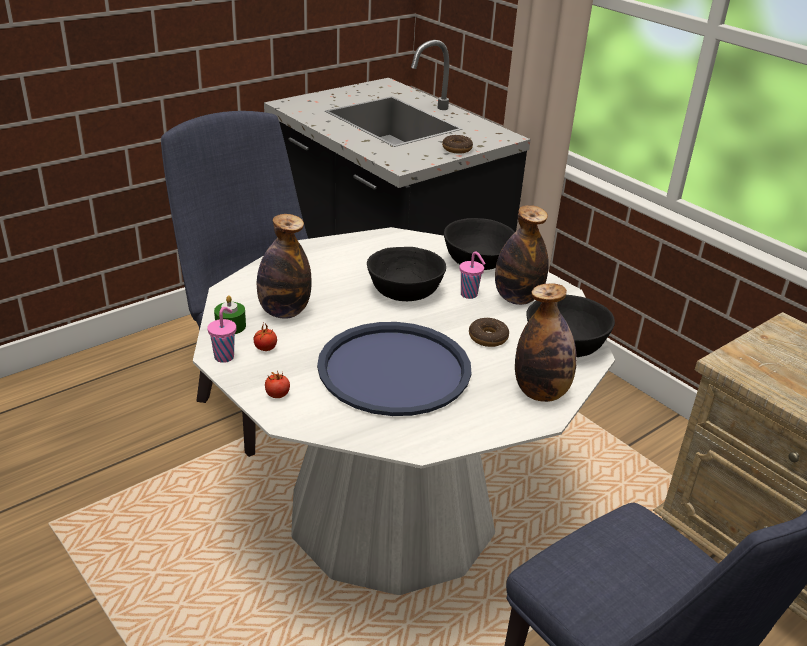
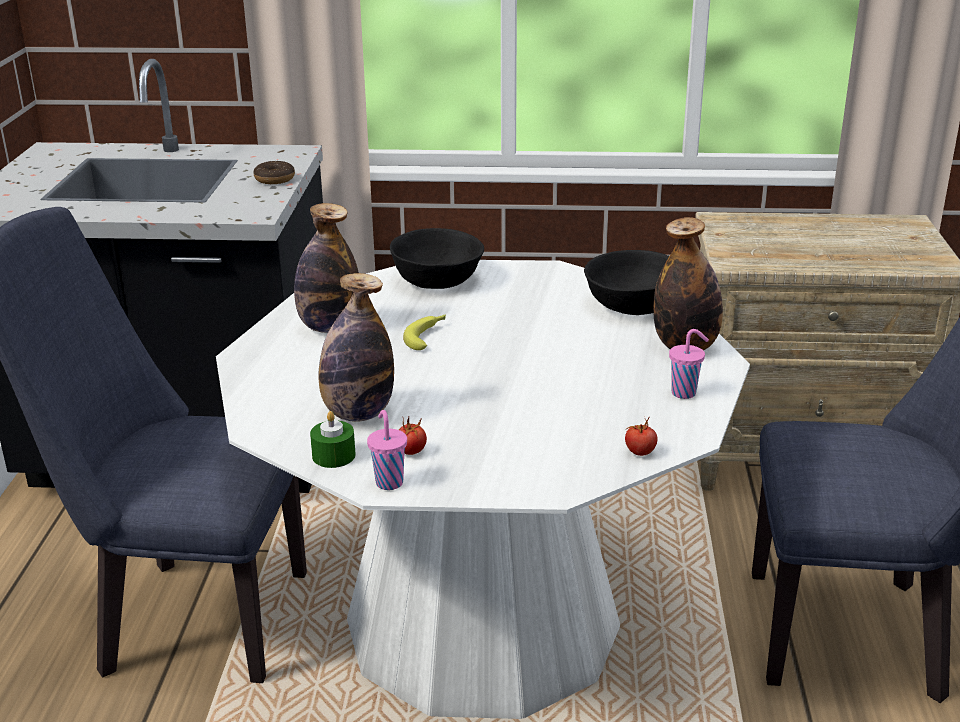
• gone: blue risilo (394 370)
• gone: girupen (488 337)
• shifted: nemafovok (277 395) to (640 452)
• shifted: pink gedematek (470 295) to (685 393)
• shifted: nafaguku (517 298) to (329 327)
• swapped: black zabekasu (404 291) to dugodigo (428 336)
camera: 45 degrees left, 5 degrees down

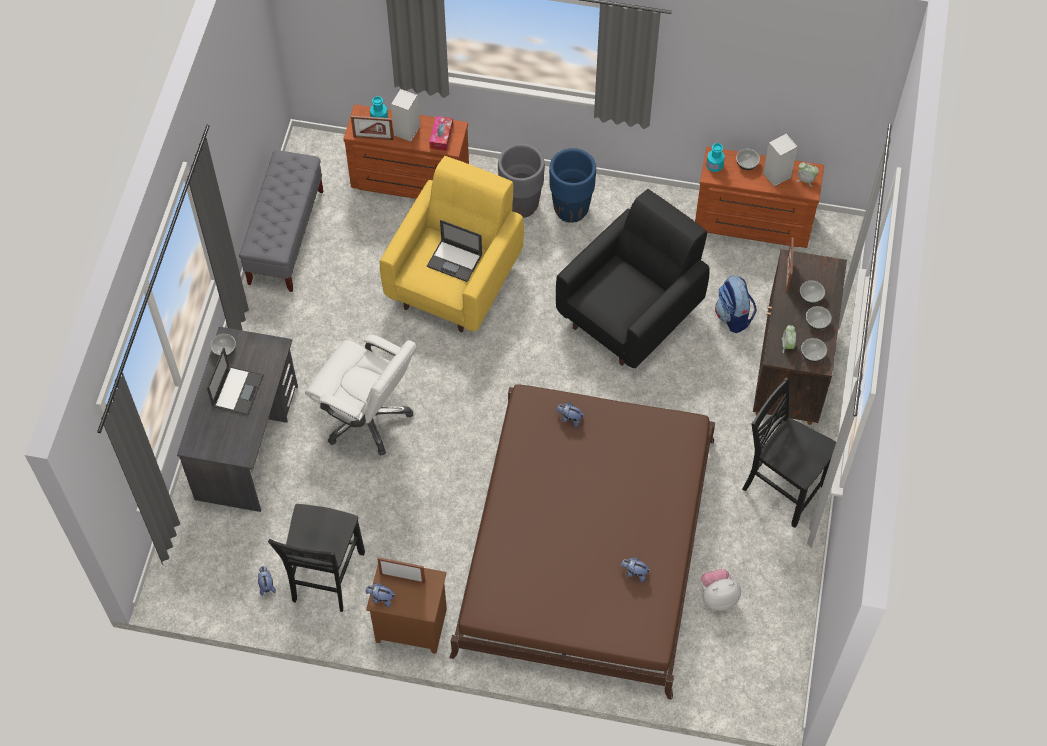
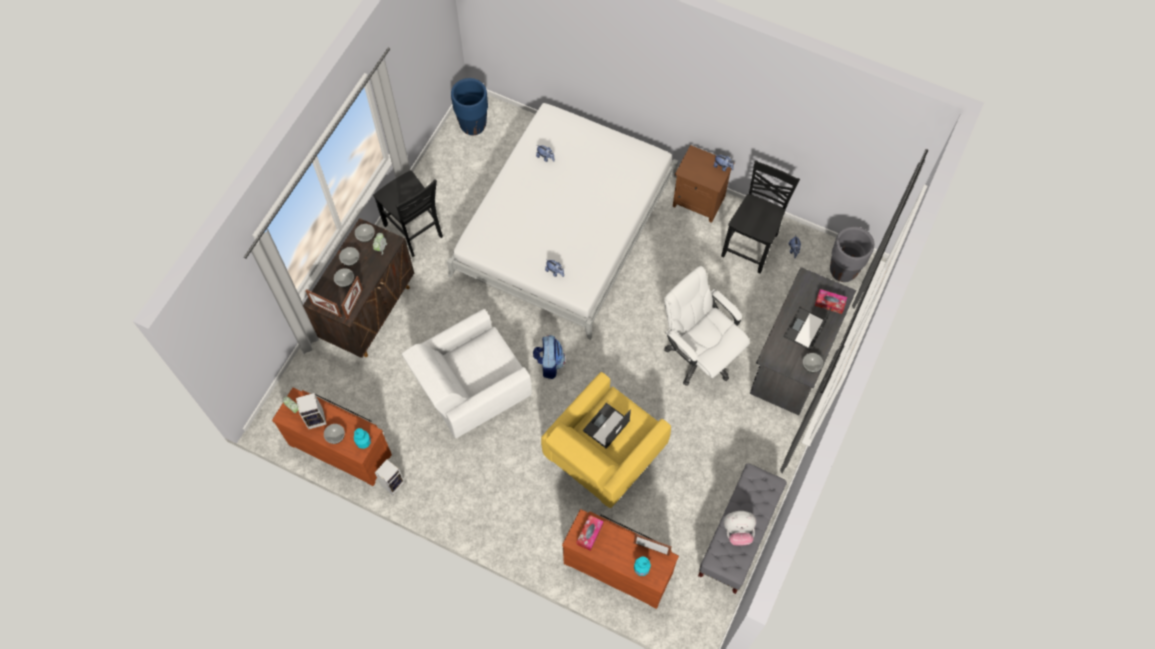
• new: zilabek (829 303)
• shifted: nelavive (402 578) to (326 309)
• shifted: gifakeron (407 132) to (393 483)
• shifted: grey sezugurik (521 205) to (843 271)
• shifted: blue sezugurik (571 210) to (473 125)
• shifted: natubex (717 597) to (738 531)
• shifted: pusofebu (733 316) to (549 363)
• repainted: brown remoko (586 545) to white remoko (564 225)
• repainted: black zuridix (631 314) to white zuridix (470 390)
• rotated: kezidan (455 261) = (606 426) 90 degrees counterclockwise
camera: 165 degrees left, 5 degrees up

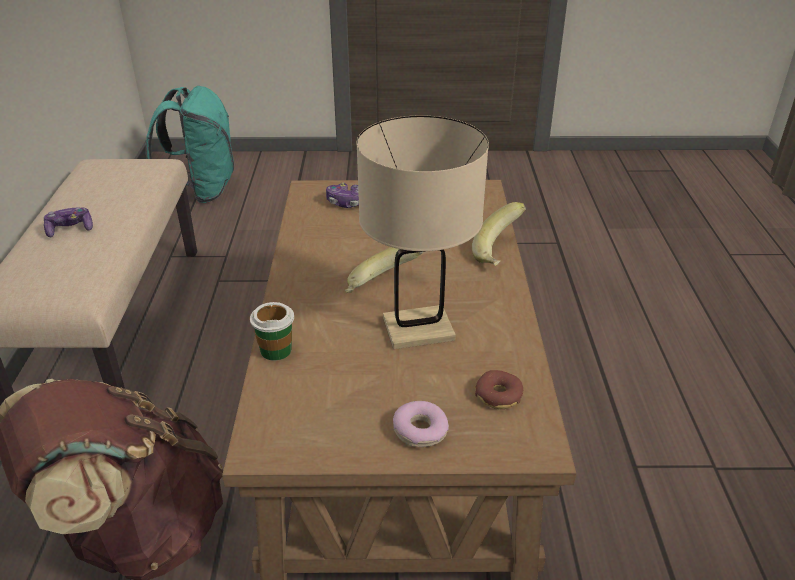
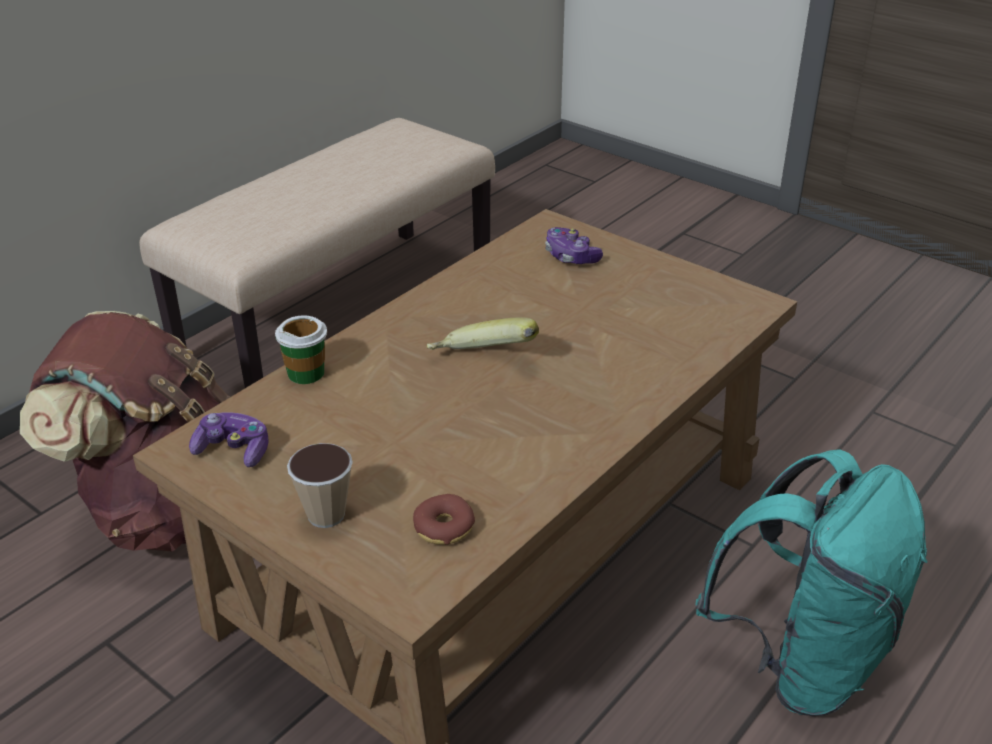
• gone: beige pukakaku (418 329)
• gone: dugodigo (501 253)
• shifted: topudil (70 229) to (233 450)
• shifted: turquoise pusofebu (202 191) to (801 661)
• swapped: girupen (420 431) to gedematek (326 515)
camera: 40 degrees right, 0 degrees up

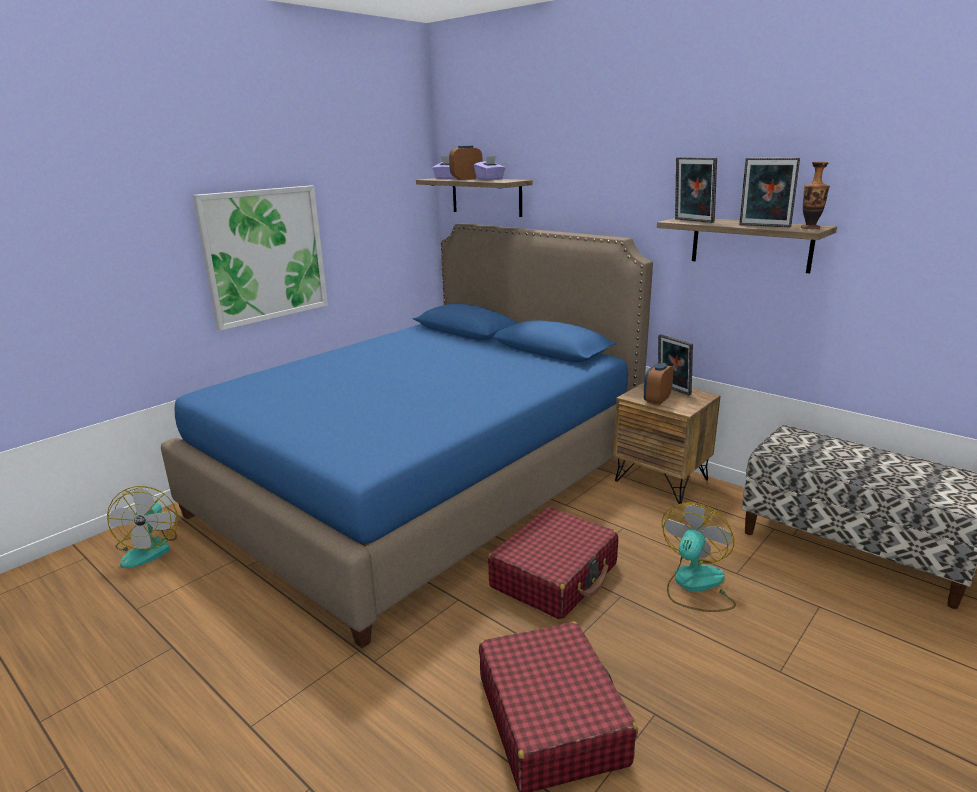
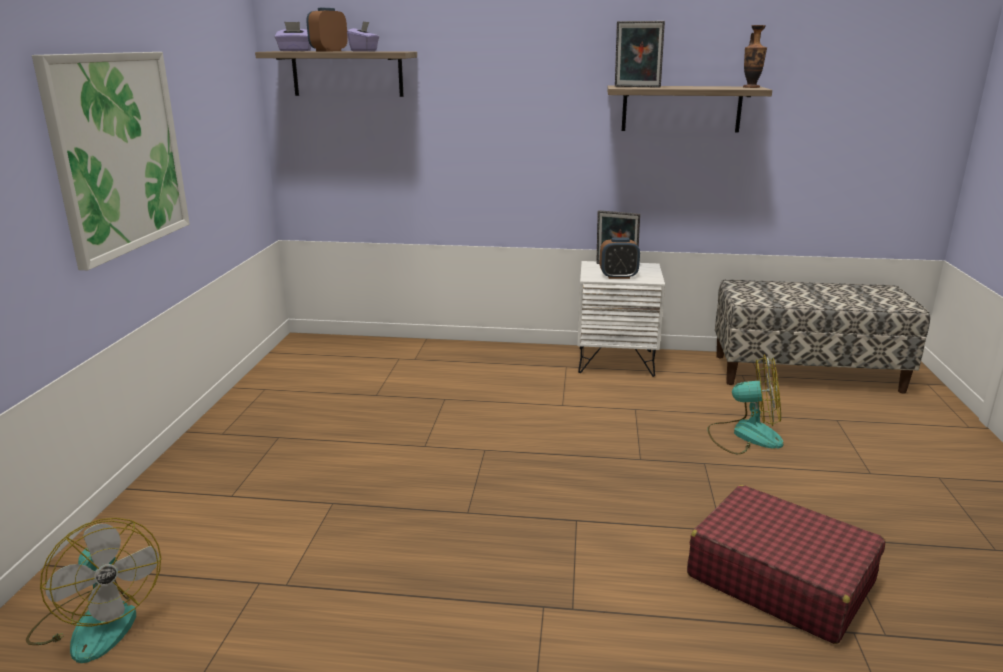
• gone: blue remoko (424 484)
• gone: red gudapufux (555 576)
• gone: nelavive (764 226)
• repainted: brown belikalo (662 480) to white belikalo (615 361)
• rotated: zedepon (657 400) = (618 276) 90 degrees counterclockwise
• rotated: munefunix (695 585) = (745 435) 105 degrees clockwise
camera: 35 degrees left, 0 degrees up

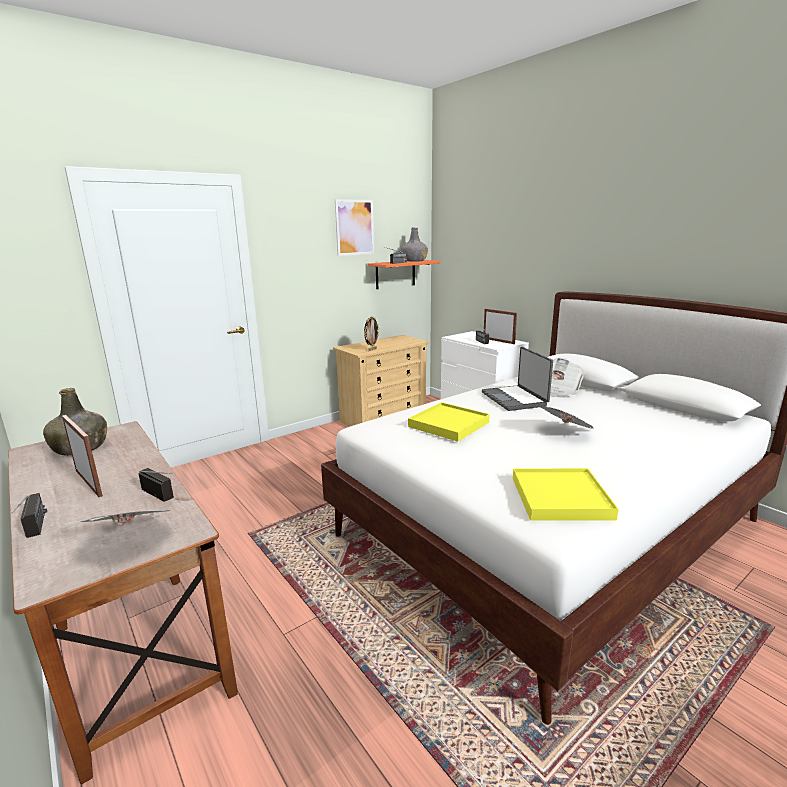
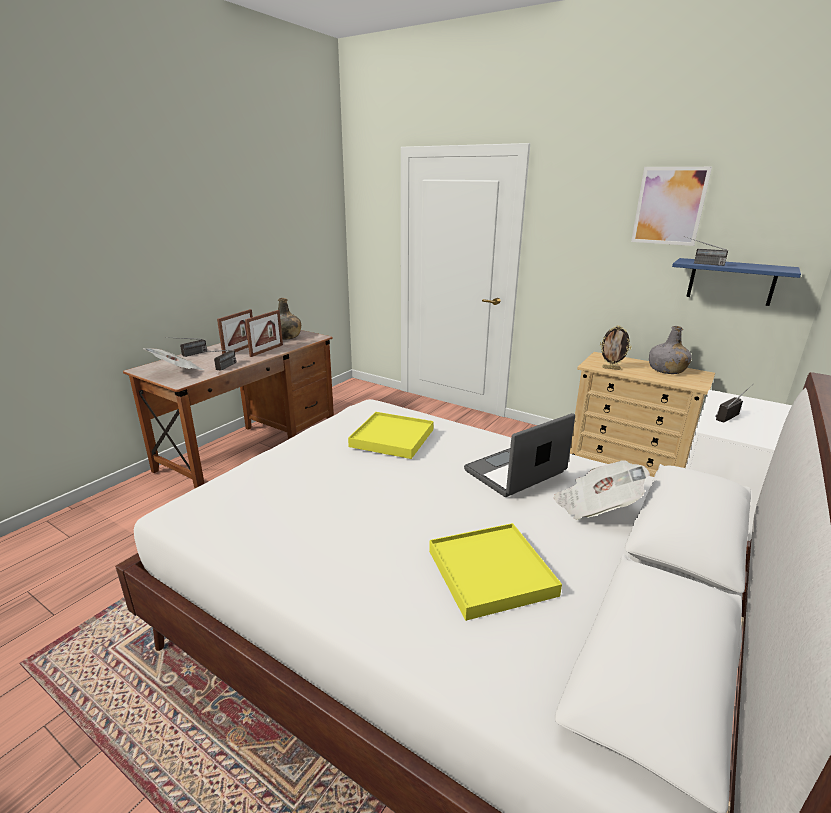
• gone: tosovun (566 432)
• shifted: grey nafaguku (414 261) to (666 370)
• shifted: nelavive (498 341) to (266 350)
• shifted: yellow risilo (560 498) to (491 572)
• repainted: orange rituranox (395 274) to blue rituranox (731 281)
camera: 70 degrees right, 5 degrees up

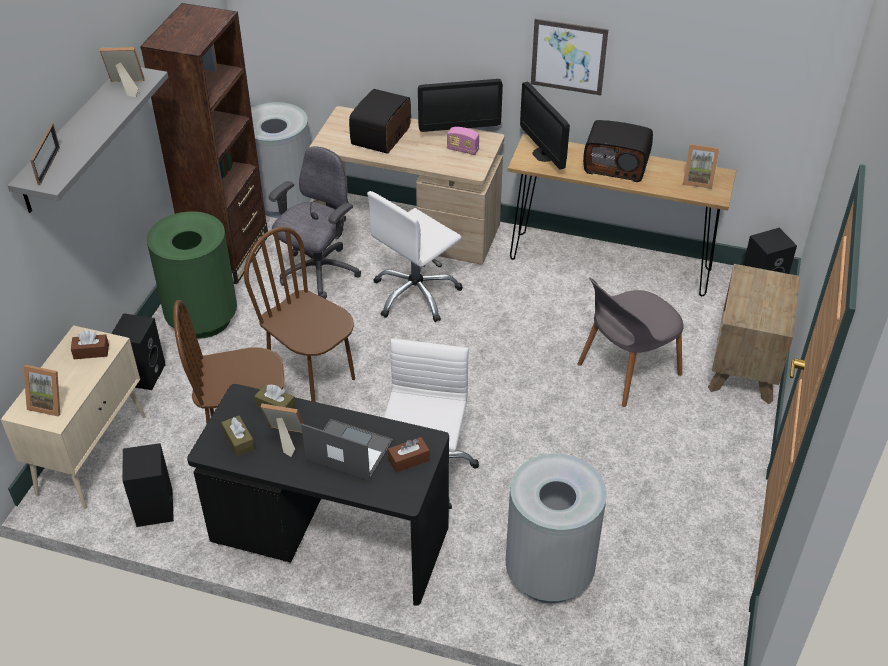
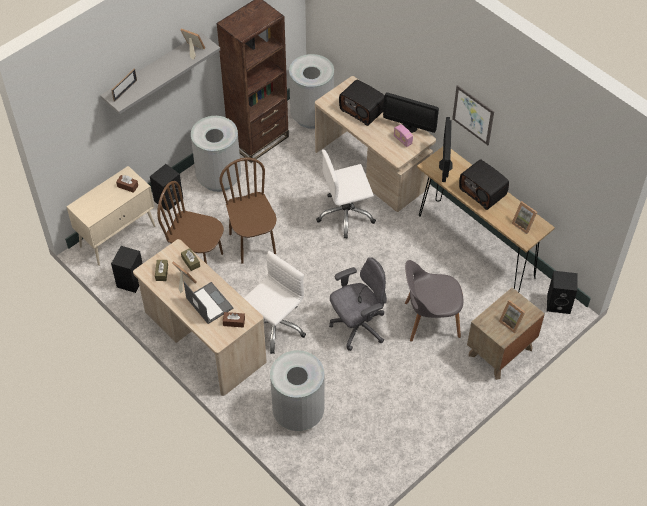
• shifted: nelavive (49 403) to (511 322)
• shifted: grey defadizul (318 273) to (358 327)
• repainted: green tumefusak (202 319) to grey tumefusak (218 177)
• repainted: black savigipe (329 538) to beige savigipe (203 339)
• rotated: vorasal (382 136) = (362 110) 105 degrees counterclockwise
camera: 30 degrees right, 10 degrees up

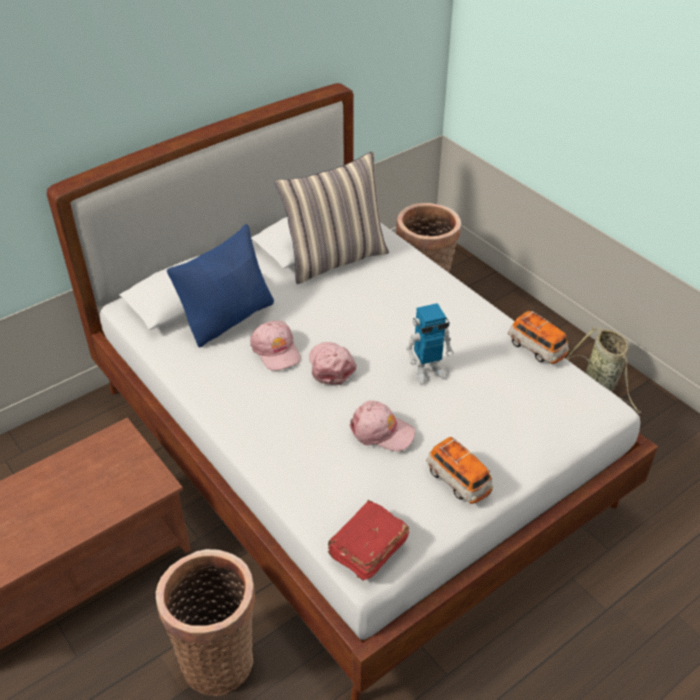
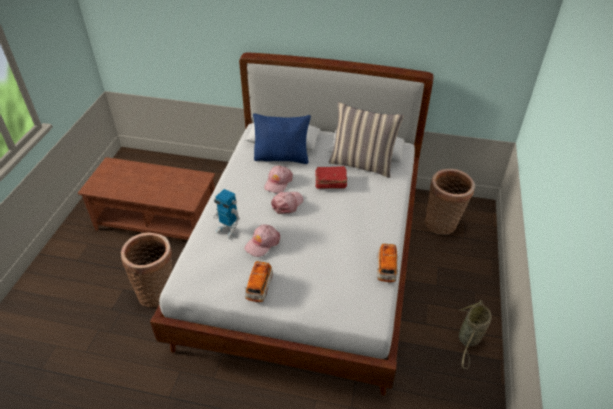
• shifted: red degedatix (367 548) to (330 182)
• shifted: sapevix (428 371) to (228 230)
• rotated: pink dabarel (381 431) = (262 243) 60 degrees clockwise
camera: 50 degrees right, 0 degrees up

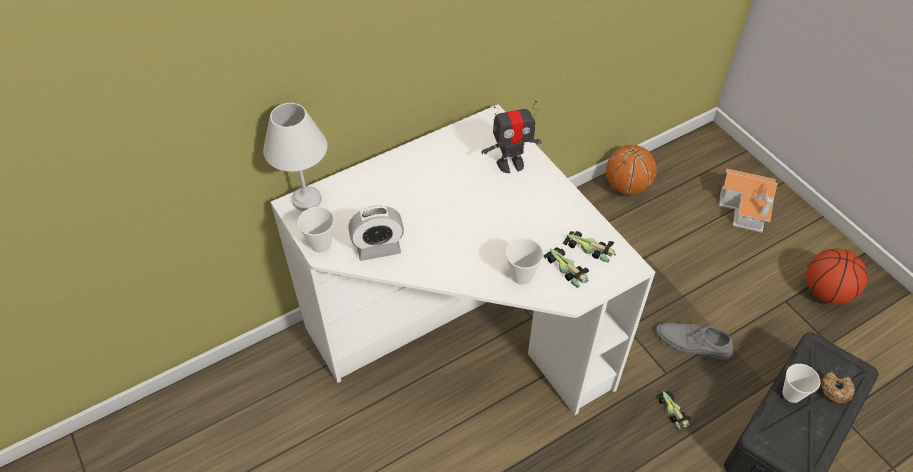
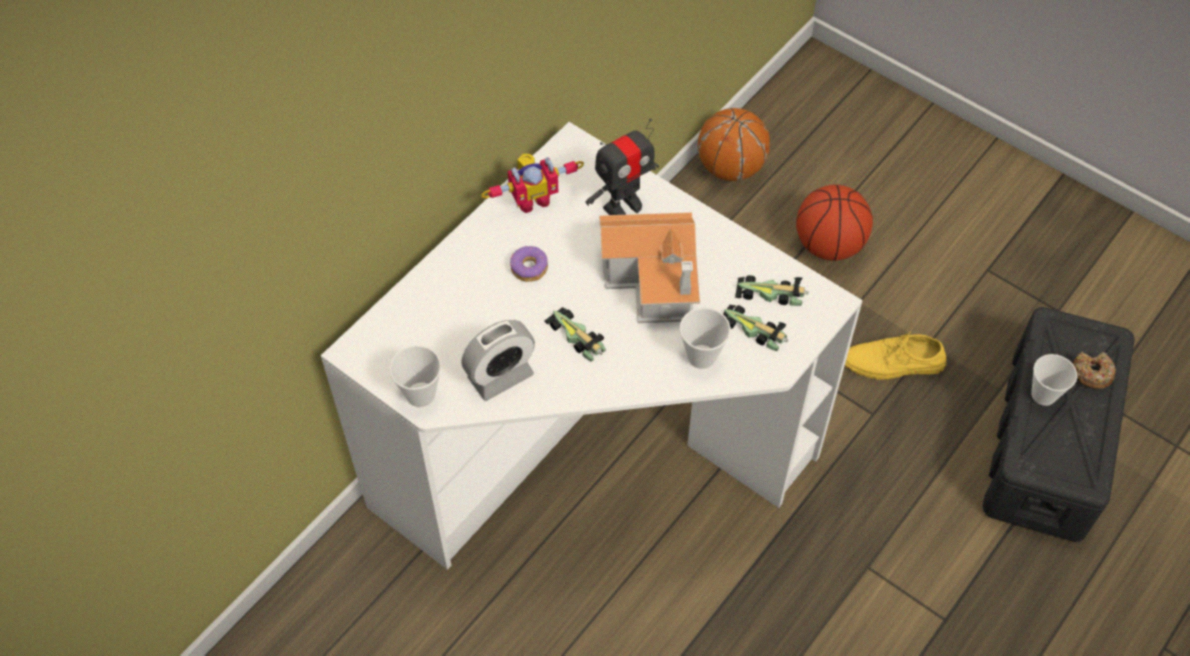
• gone: white pukakaku (305 199)
• new: sapevix (532 198)
• new: girupen (529 268)
• shifted: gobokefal (673 411) to (577 337)
• shifted: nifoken (746 208) to (655 279)
• shifted: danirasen (826 292) to (828 245)
• repainted: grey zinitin (693 343) to yellow zinitin (892 363)
camera: 20 degrees left, 5 degrees up

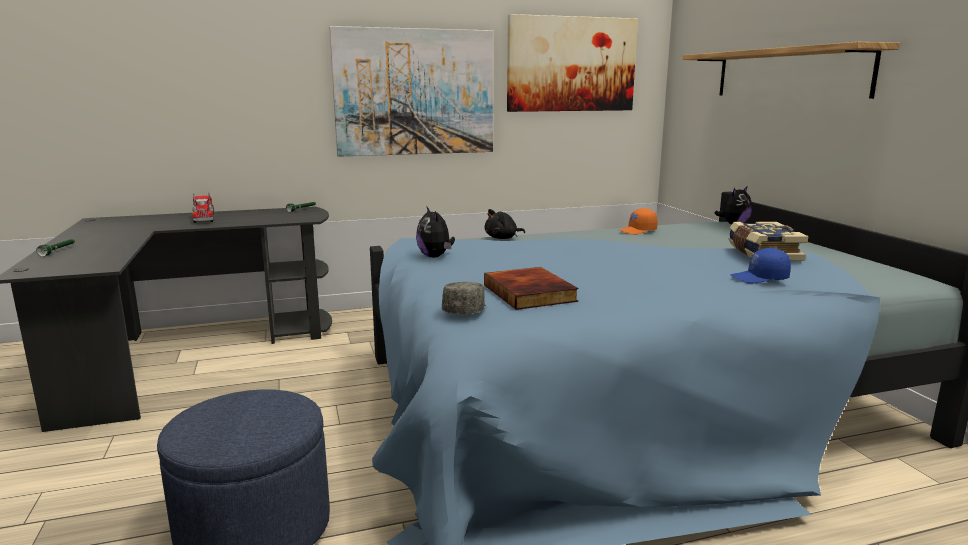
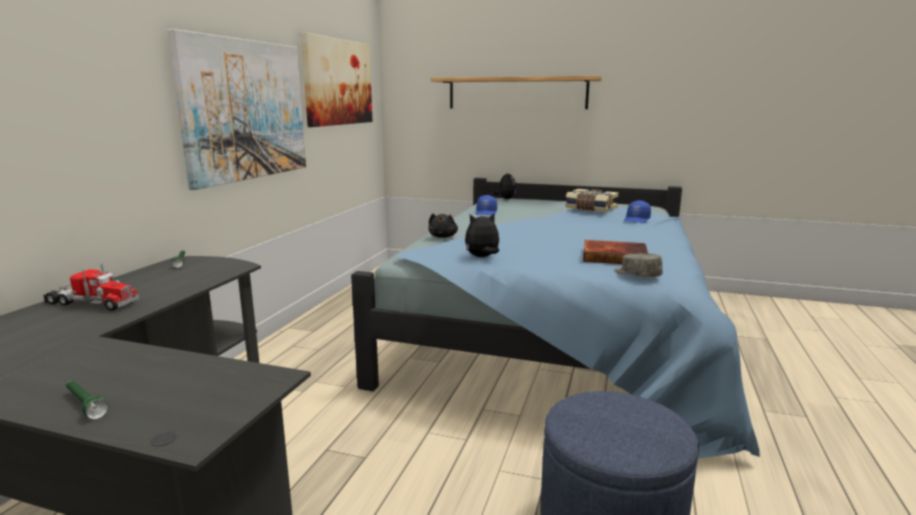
• repainted: orange dabarel (638 231) to blue dabarel (486 213)
• rotated: natubex (435 256) = (482 257) 150 degrees clockwise
camera: 55 degrees left, 0 degrees up

